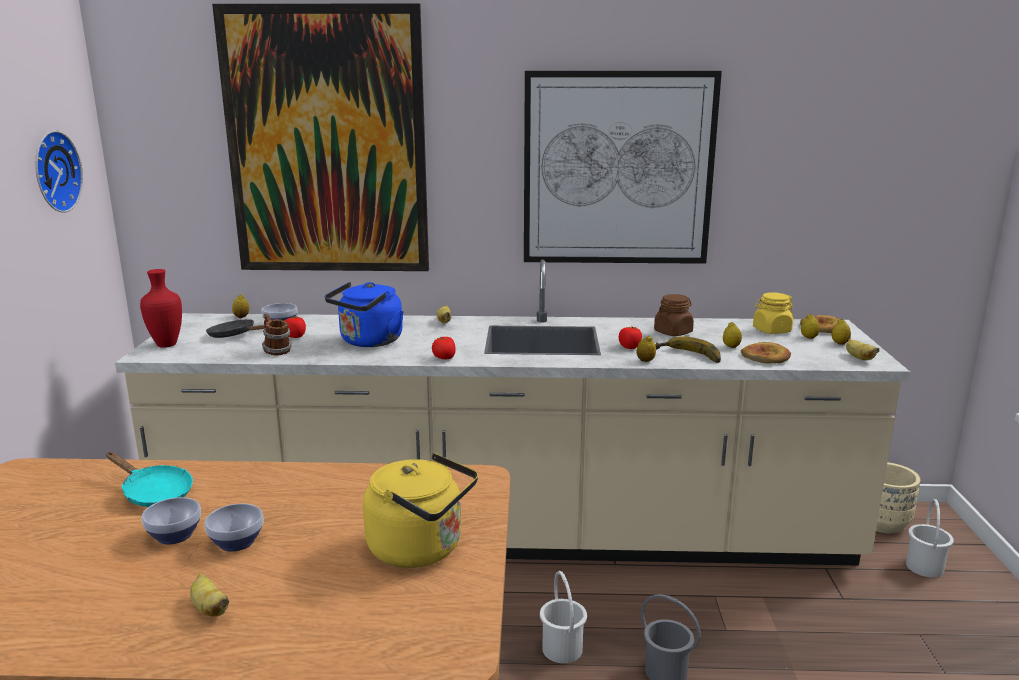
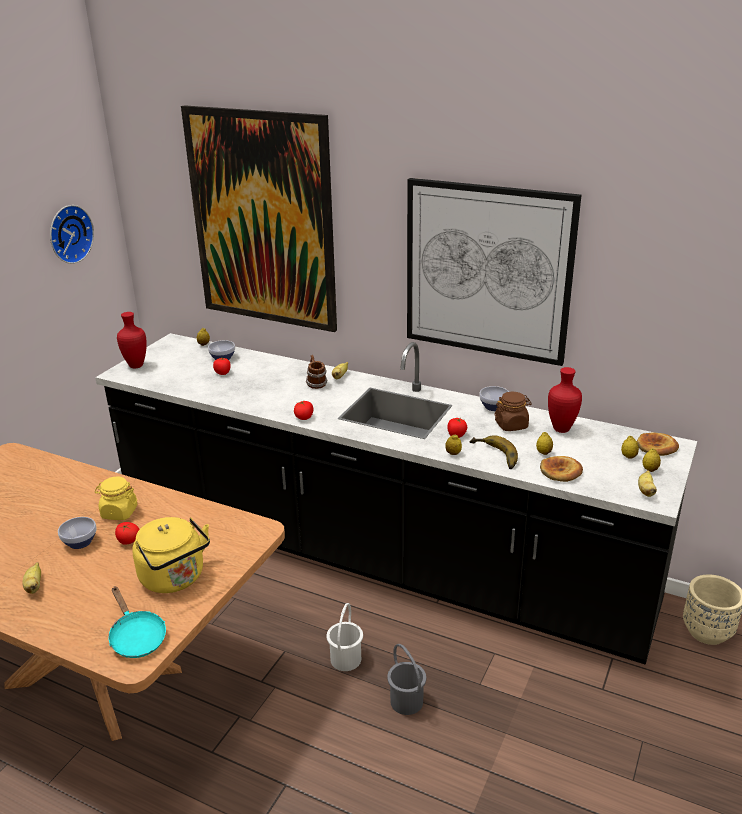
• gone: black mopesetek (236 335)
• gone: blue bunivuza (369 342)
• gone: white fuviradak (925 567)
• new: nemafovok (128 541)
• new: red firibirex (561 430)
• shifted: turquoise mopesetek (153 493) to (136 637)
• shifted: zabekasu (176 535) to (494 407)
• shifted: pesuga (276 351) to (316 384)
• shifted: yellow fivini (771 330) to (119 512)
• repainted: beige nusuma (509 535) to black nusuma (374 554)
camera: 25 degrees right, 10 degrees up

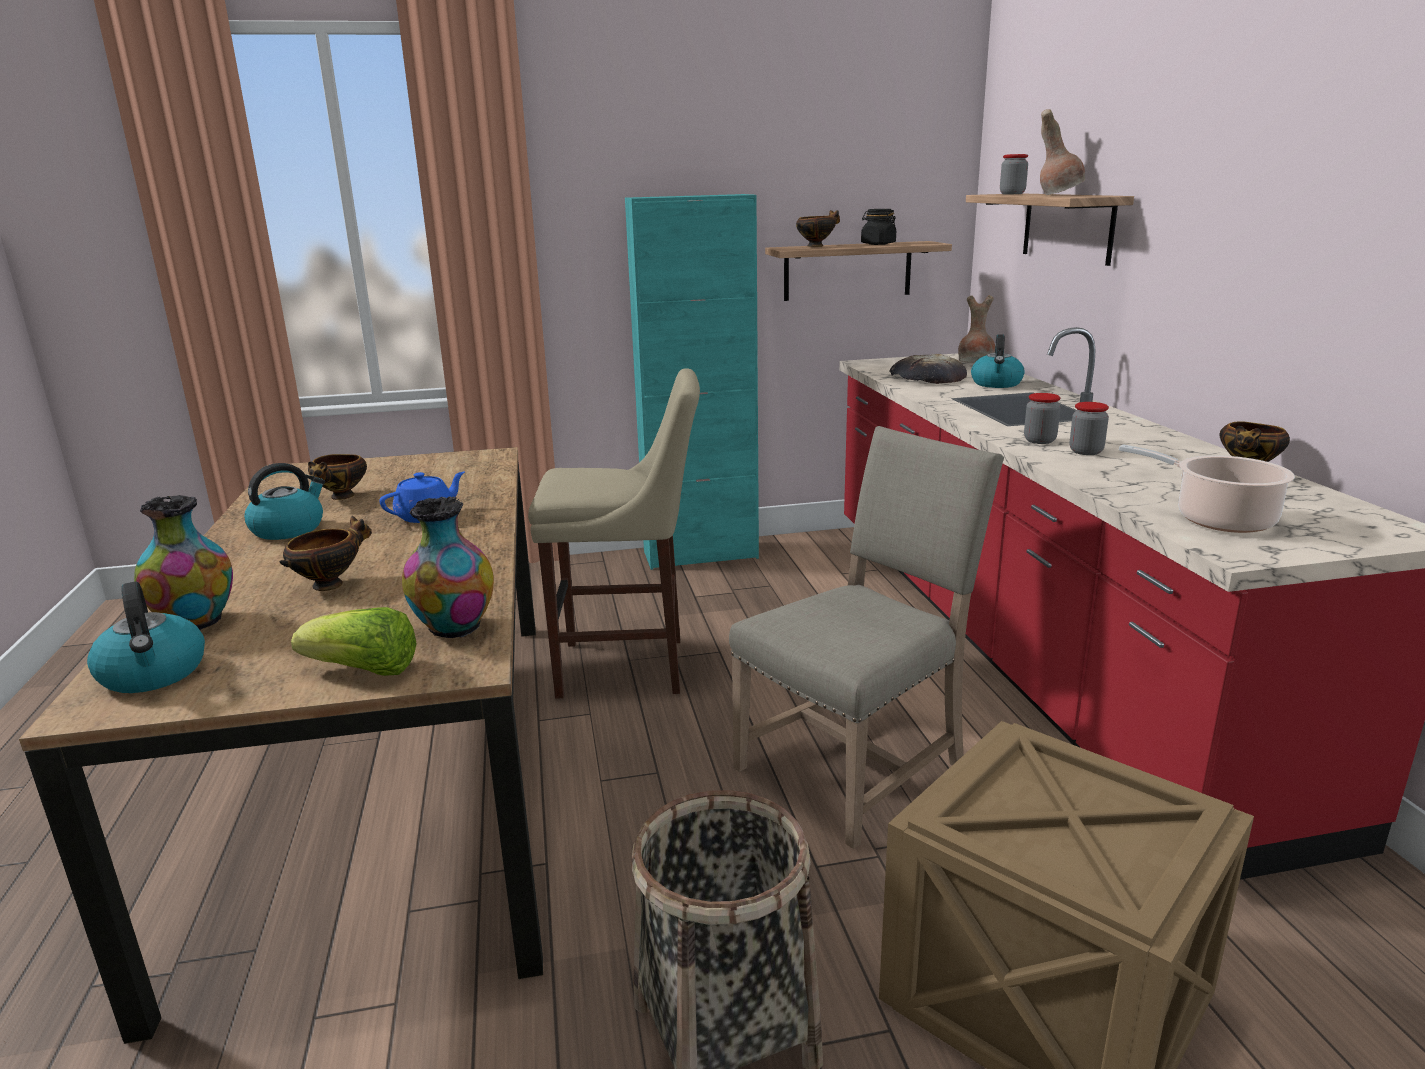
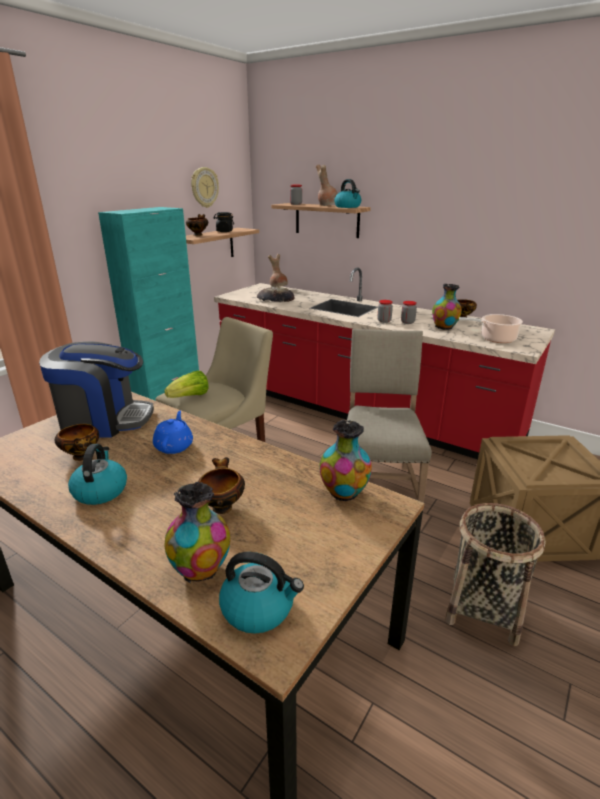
• new: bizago (104 420)
• new: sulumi (204 187)
• new: firibirex (444 328)
• shifted: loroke (364 671) to (190 397)
• shifted: bunivuza (996 384) to (348 207)
camera: 45 degrees left, 5 degrees up

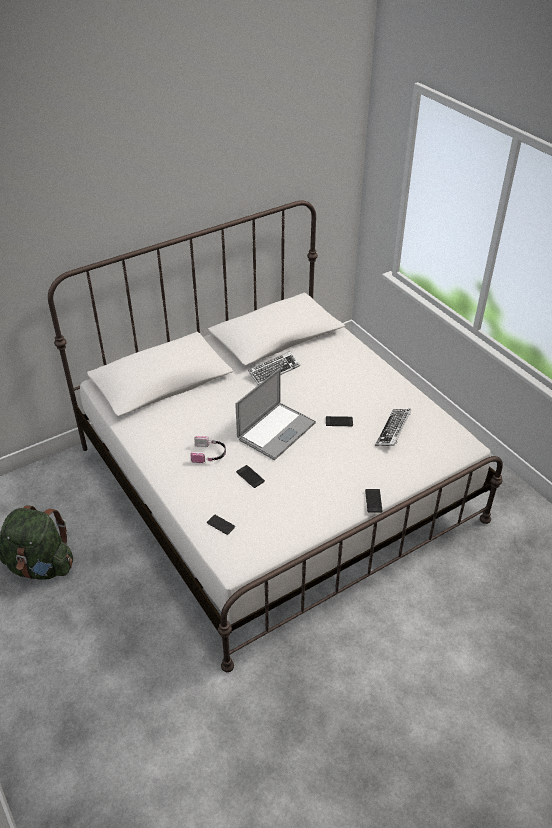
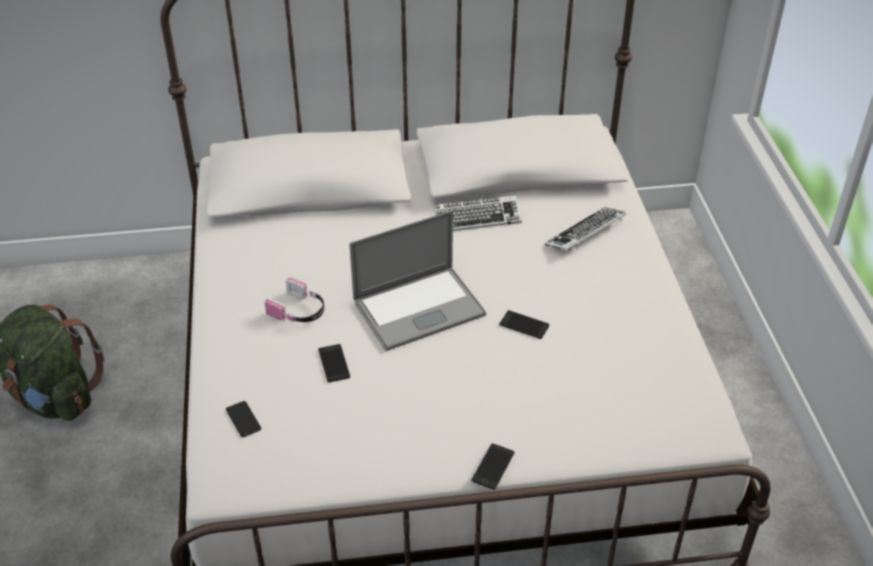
• shifted: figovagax (393 430) to (585 234)
camera: 25 degrees right, 0 degrees up

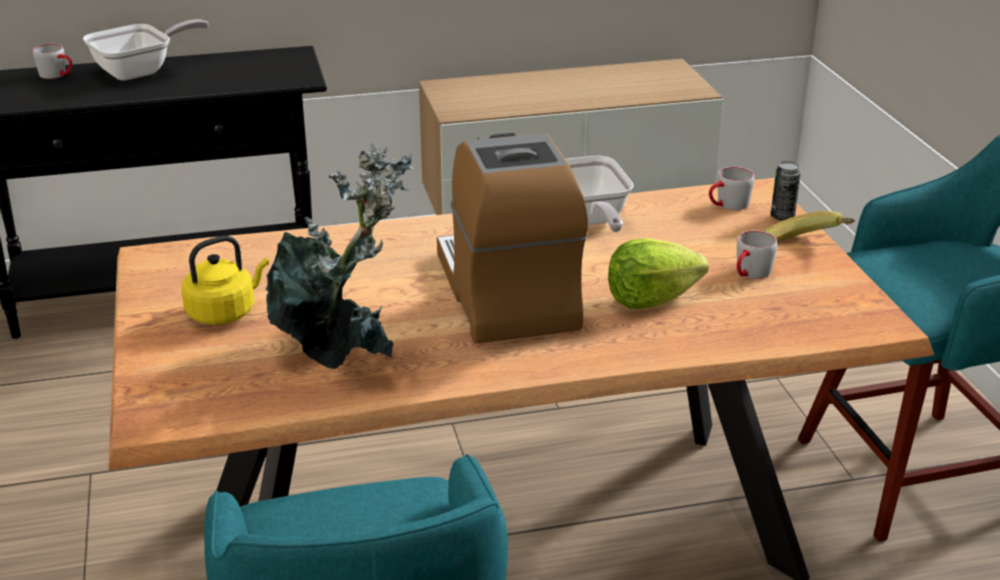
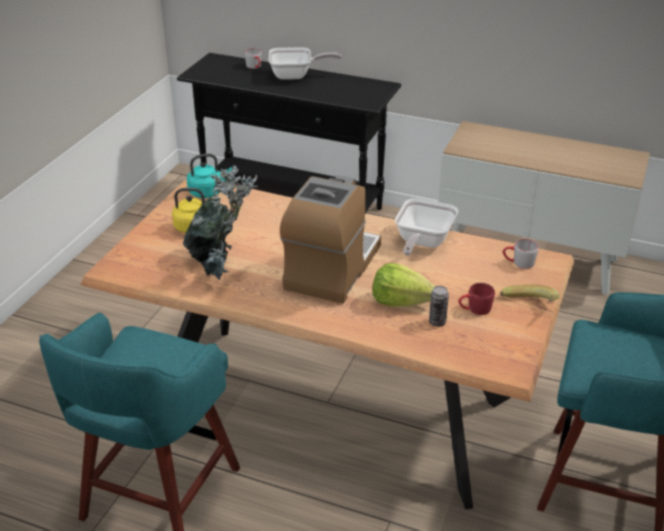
• new: turquoise bunivuza (208 192)
• shifted: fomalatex (782 217) to (437 322)
• repainted: grey pesuga (750 274) to red pesuga (474 309)
camera: 35 degrees right, 5 degrees up

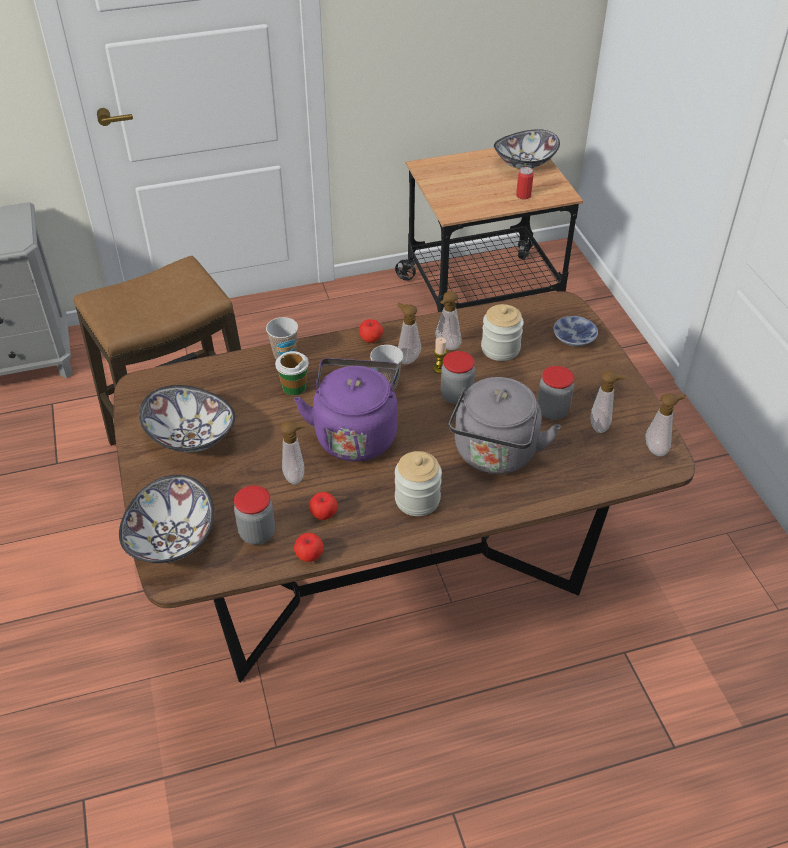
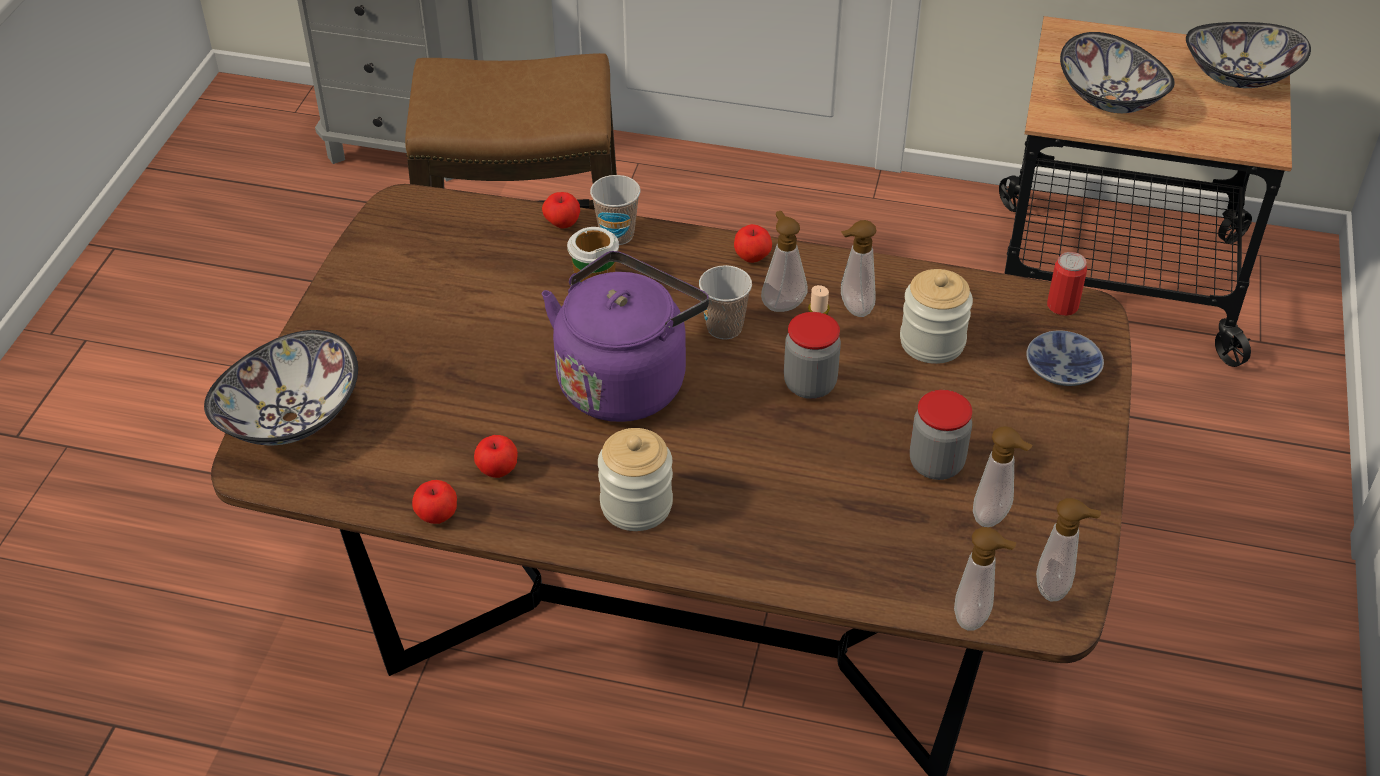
• gone: fivini (257 533)
• gone: grey bunivuza (495 455)
• new: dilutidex (562 223)
• shifted: zabekasu (190 437) to (1109 99)
• shifted: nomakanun (296 476) to (975 618)
• shifted: fomalatex (523 195) to (1062 306)
camera: 30 degrees right, 0 degrees up

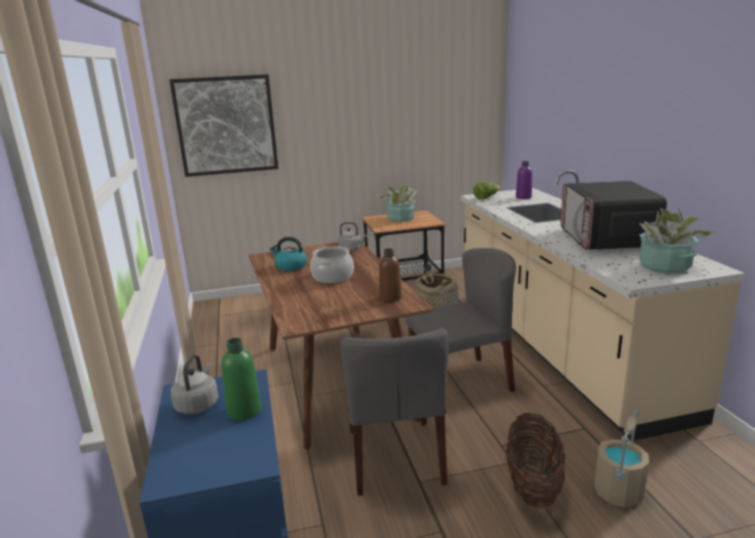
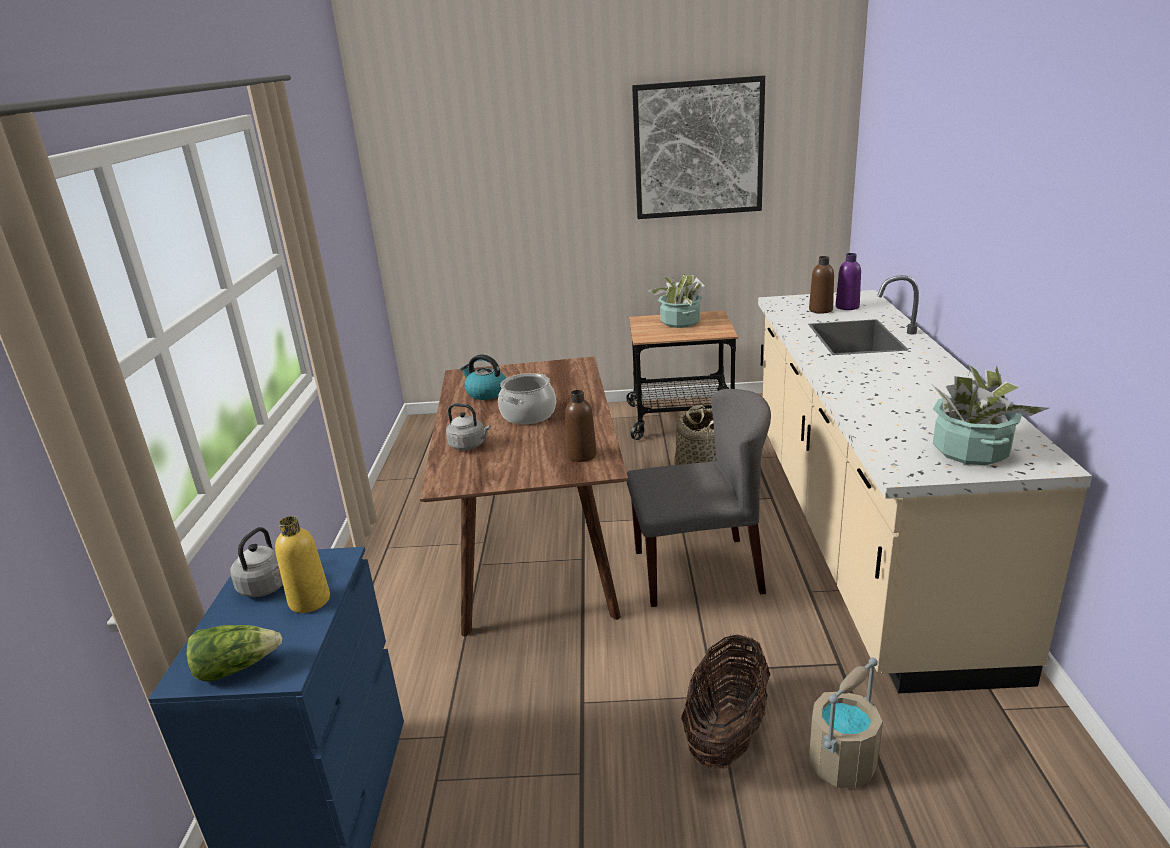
• gone: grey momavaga (395 456)
• gone: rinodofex (606 239)
• new: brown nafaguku (820 310)
• shifted: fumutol (226 125) to (698 149)
• shifted: grey bunivuza (351 249) to (469 445)
• shifted: loroke (486 197) to (236 667)
• repainted: green nafaguku (244 411) to yellow nafaguku (309 601)
camera: 15 degrees right, 5 degrees up

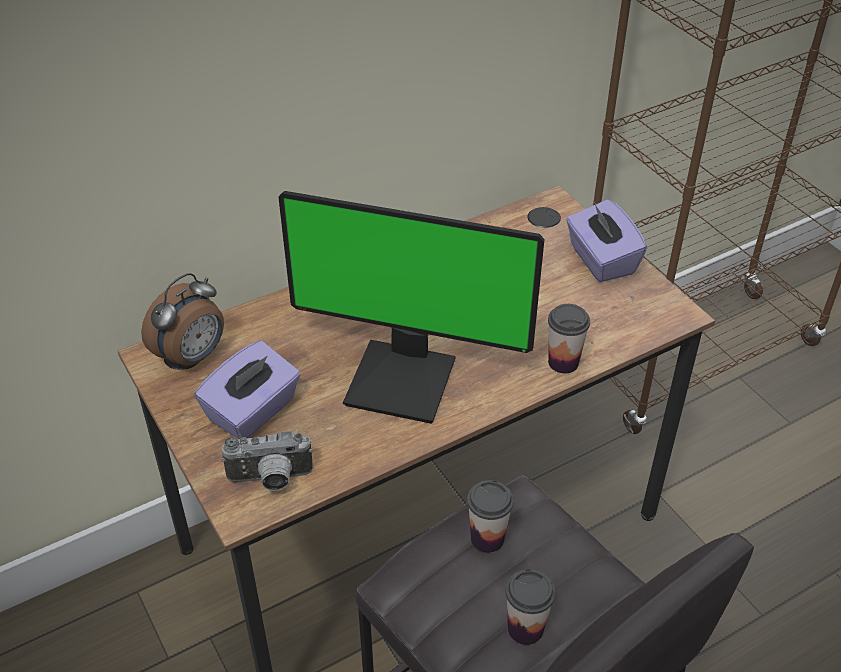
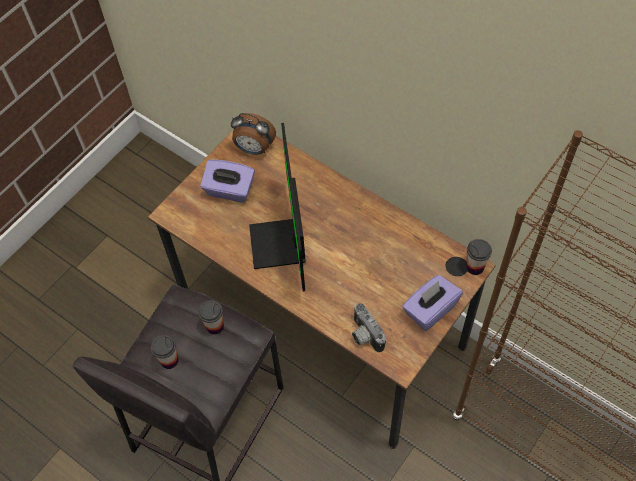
• shifted: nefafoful (270 480) to (364 336)
• shifted: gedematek (563 362) to (475 267)
camera: 70 degrees right, 15 degrees up

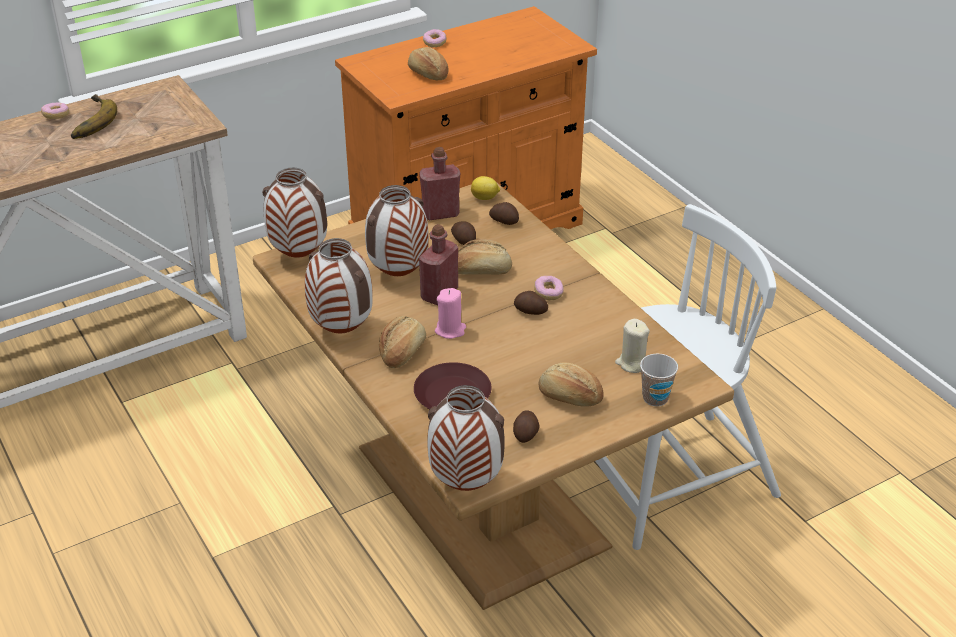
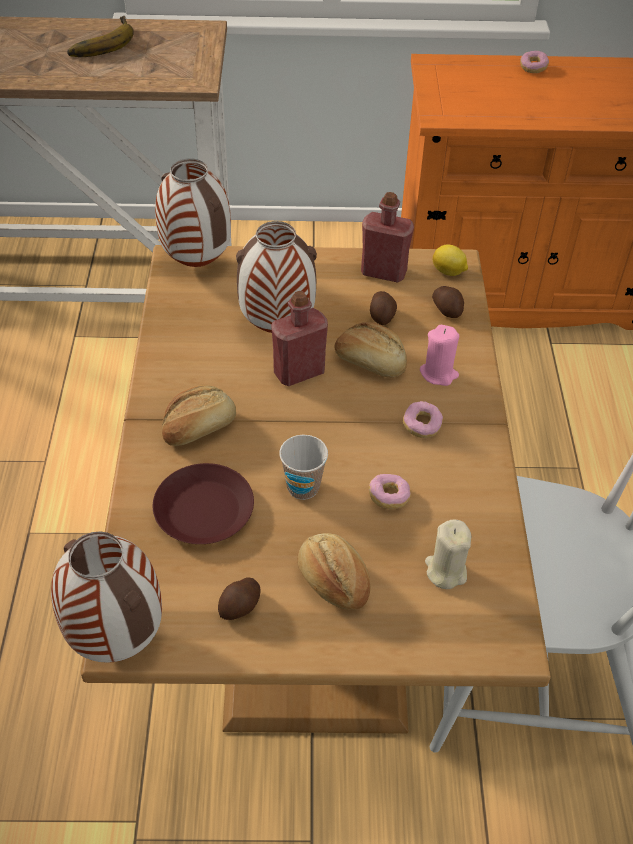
• gone: firibirex (343 330)
• gone: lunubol (427 74)
• gone: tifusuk (530 311)
• shifted: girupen (56 116) to (388 497)
• shifted: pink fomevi (450 330) to (438 373)
• shifted: gedematek (655 398) to (303 487)
camera: 30 degrees right, 10 degrees up

